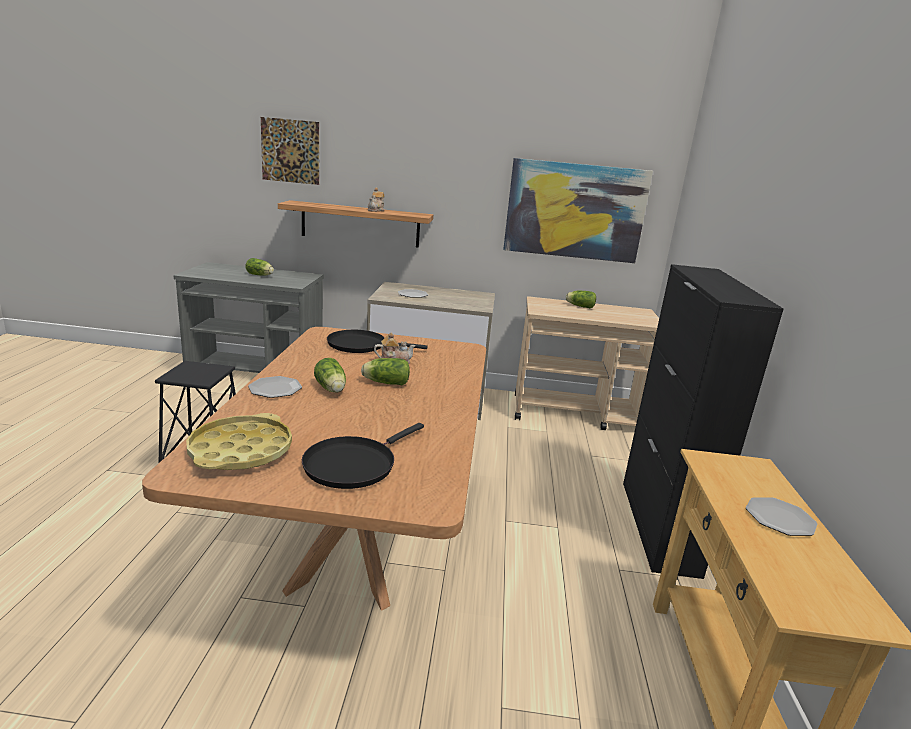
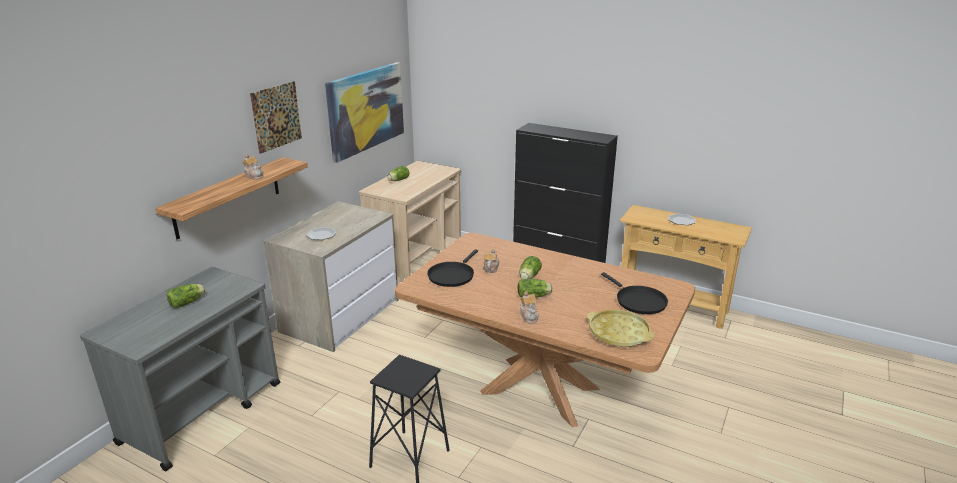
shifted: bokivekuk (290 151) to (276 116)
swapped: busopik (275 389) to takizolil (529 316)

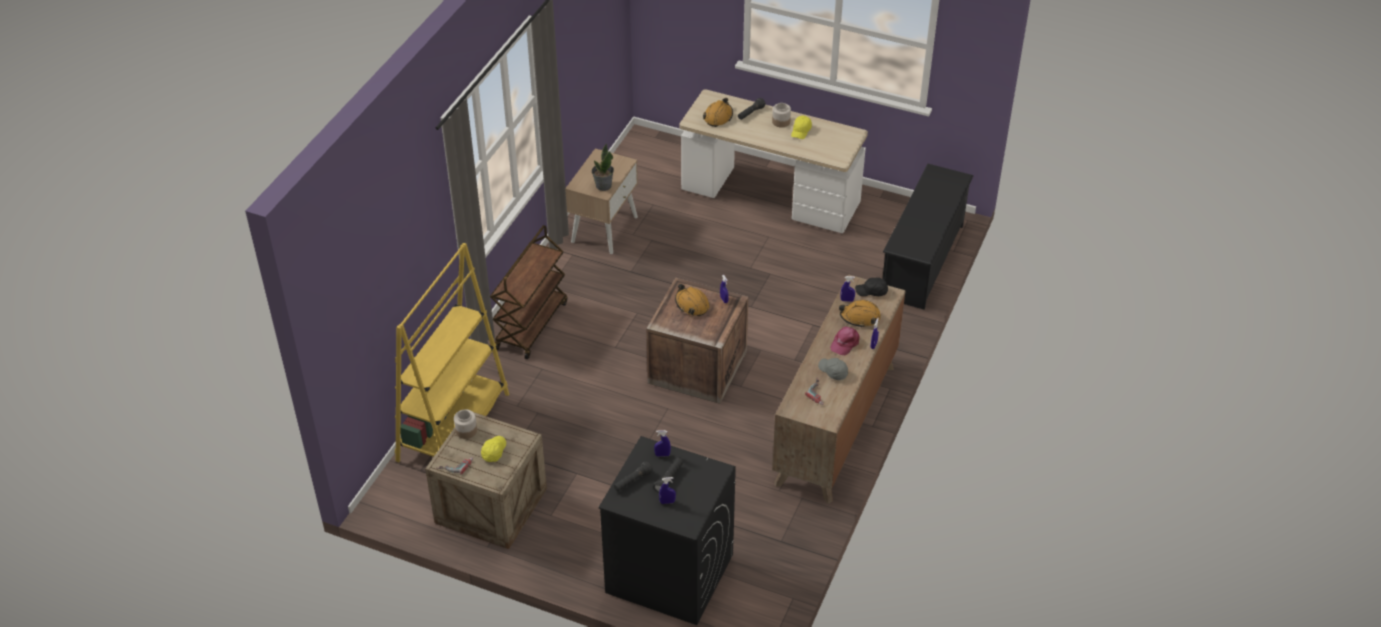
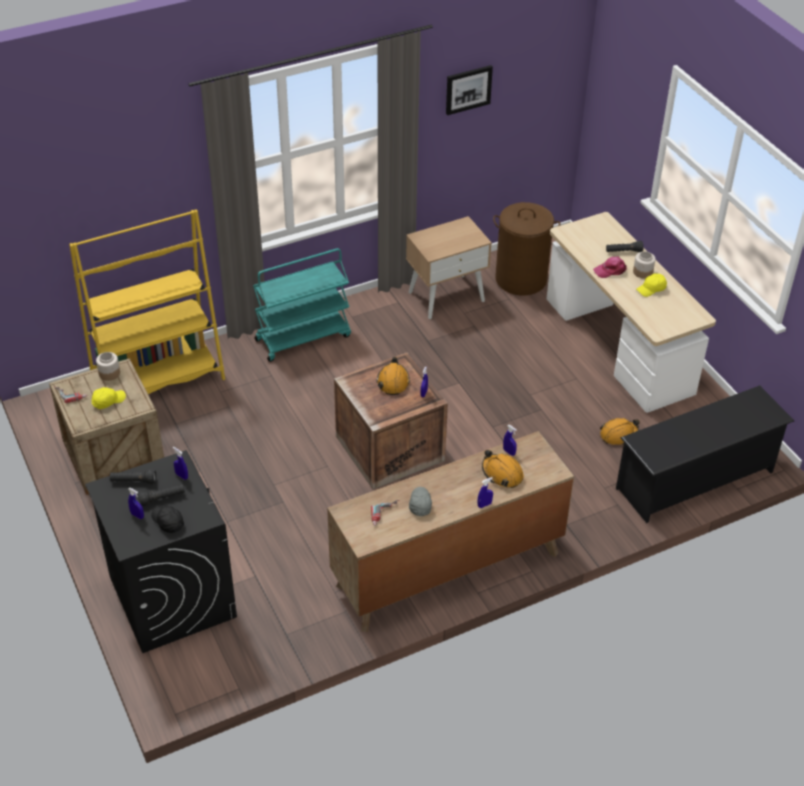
gone: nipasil (603 185)
new: bokivekuk (468 89); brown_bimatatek (521 279)
shifted: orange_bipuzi (718 117) to (618 435); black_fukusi (871 291) to (167 522); pink_fukusi (845 343) to (610 270)
repainted: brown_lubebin (531 325) to turquoise_lubebin (303 337)

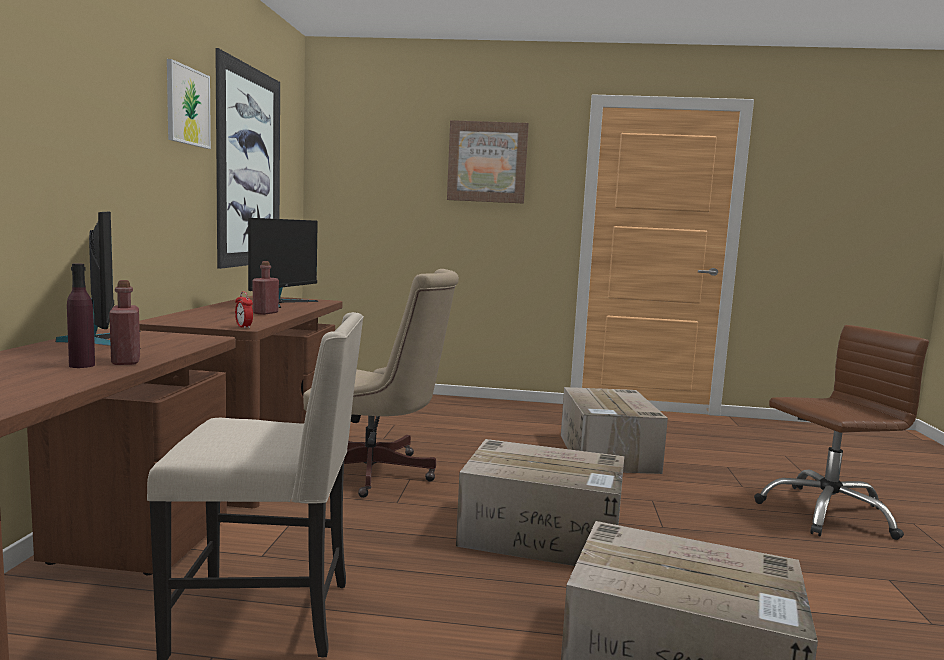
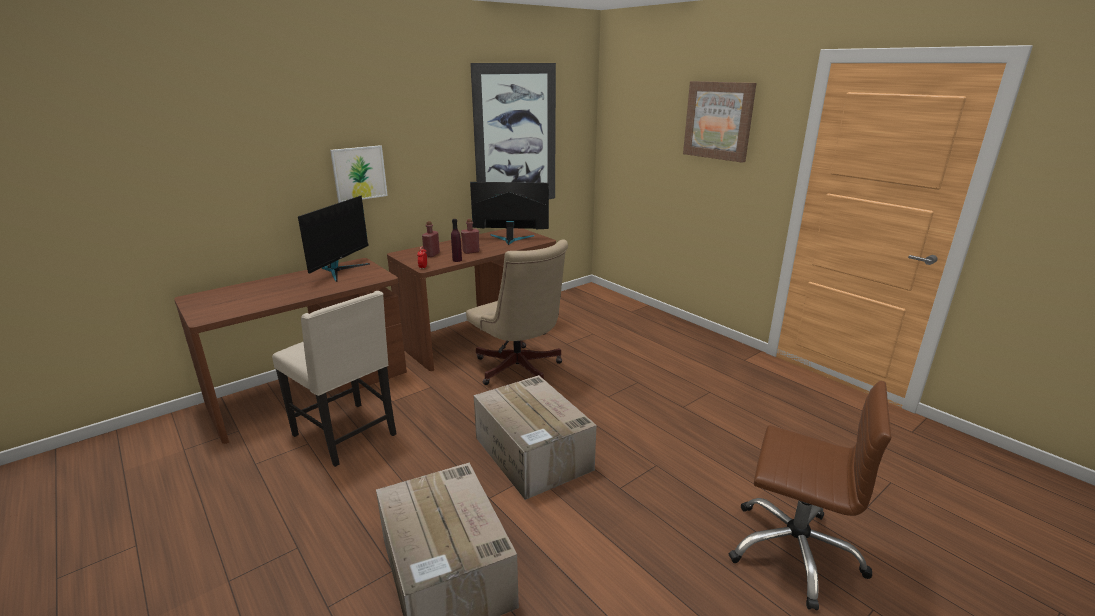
gone: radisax (608 453)
shifted: bokivekuk (187 106) to (359 173); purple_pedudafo (82 365) to (457 260); red_pedudafo (126 361) to (432 254)
rotated: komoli (282 303) = (510 239) 150 degrees counterclockwise

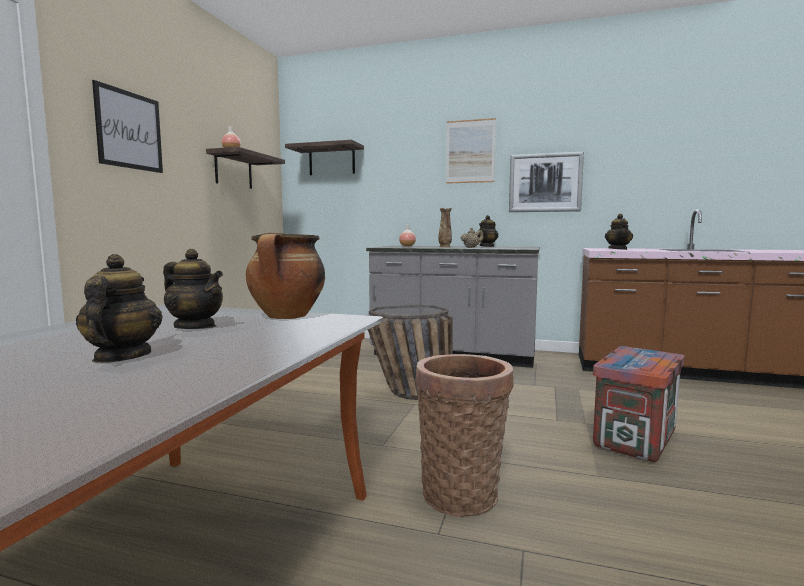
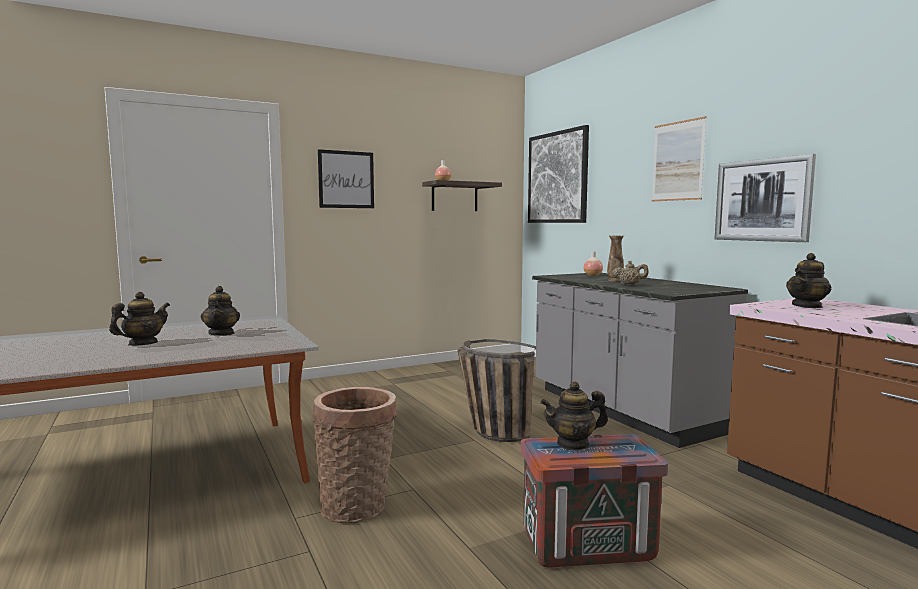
gone: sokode (287 317)
shifted: takizolil (487 246) to (573 444)
swapped: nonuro (332 160) to bokivekuk (557 177)

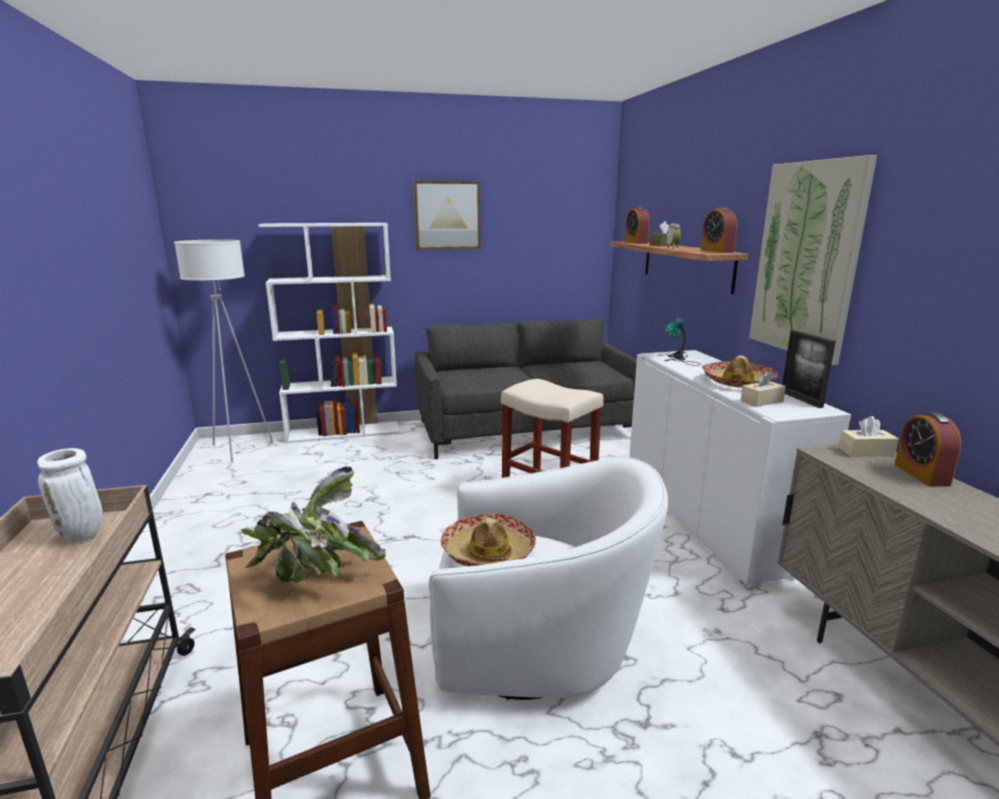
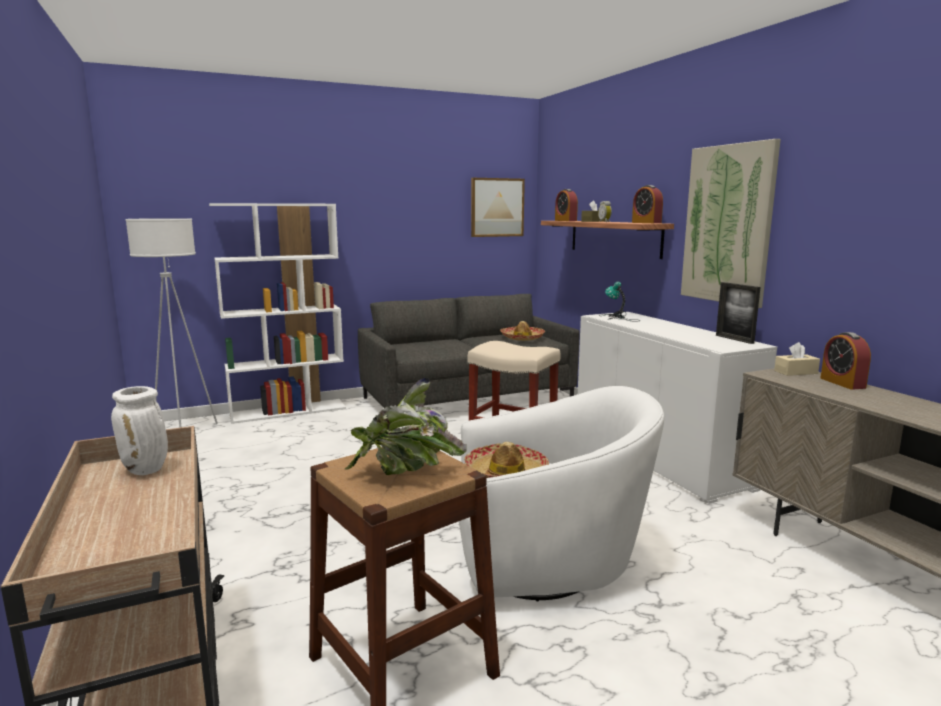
gone: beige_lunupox (761 401)
shifted: bokivekuk (447 215) to (497 207); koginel (737 382) to (522 338)

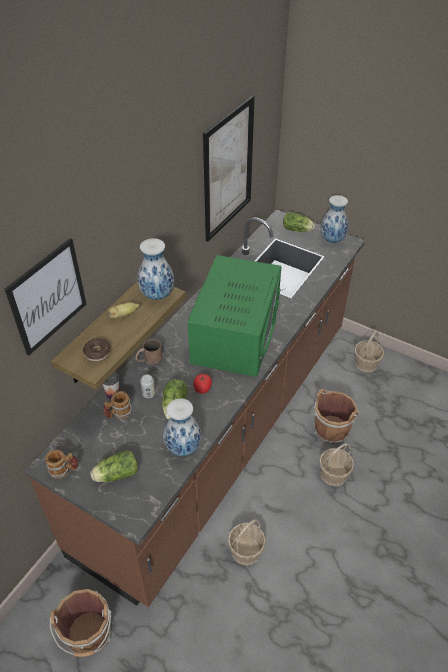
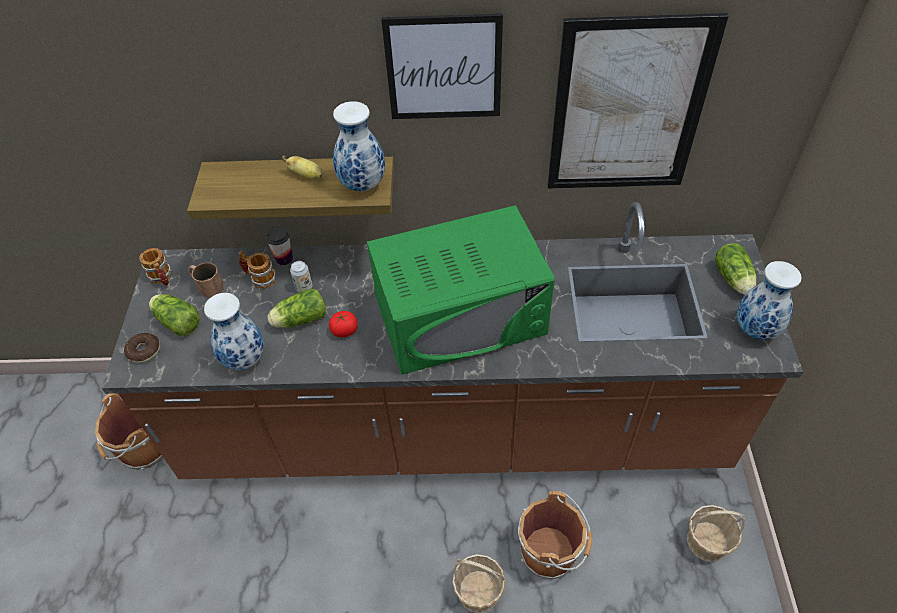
gone: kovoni (246 550)
shifted: bokivekuk (48 296) to (444 68); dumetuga (97 353) to (144 351); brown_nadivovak (149 359) to (206 285)

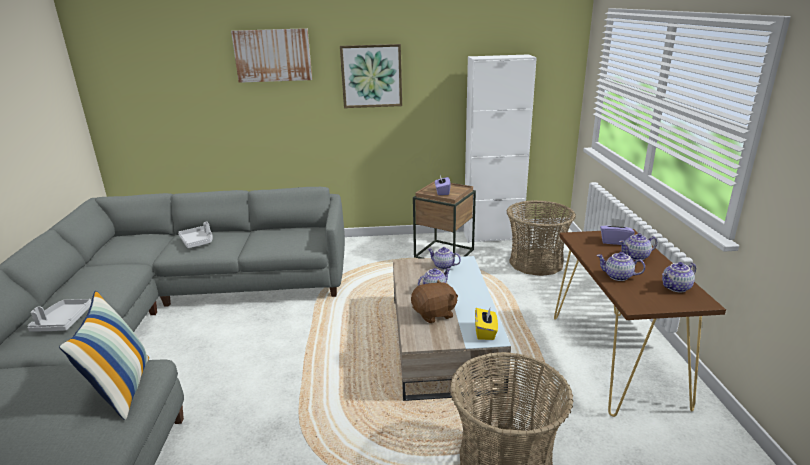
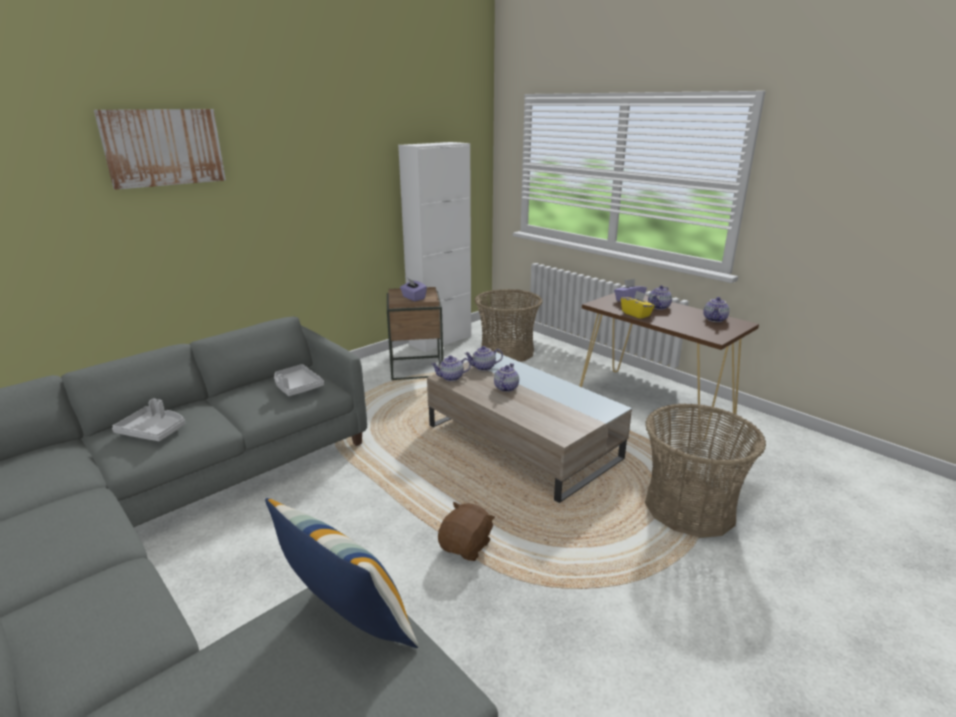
gone: bokivekuk (371 76)
shifted: takizolil (617 276) to (451 378); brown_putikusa (434 314) to (466 546); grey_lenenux (63 321) to (297 387); yellow_lunupox (485 332) to (636 314)

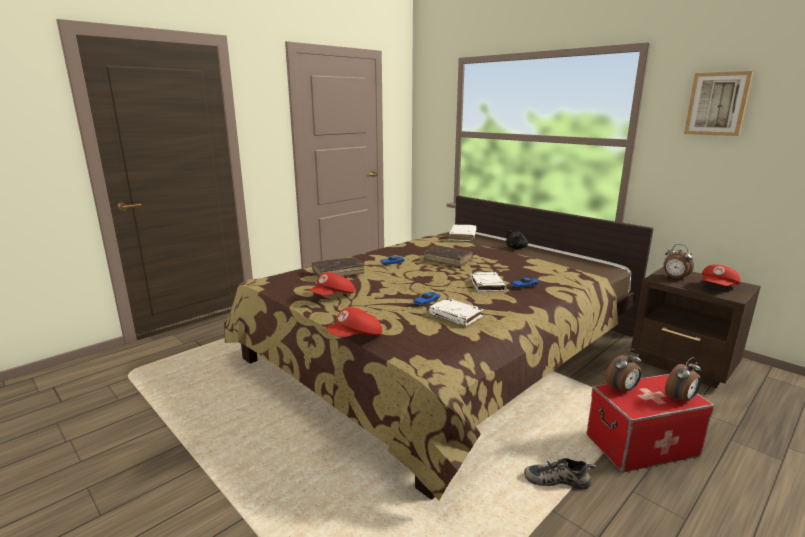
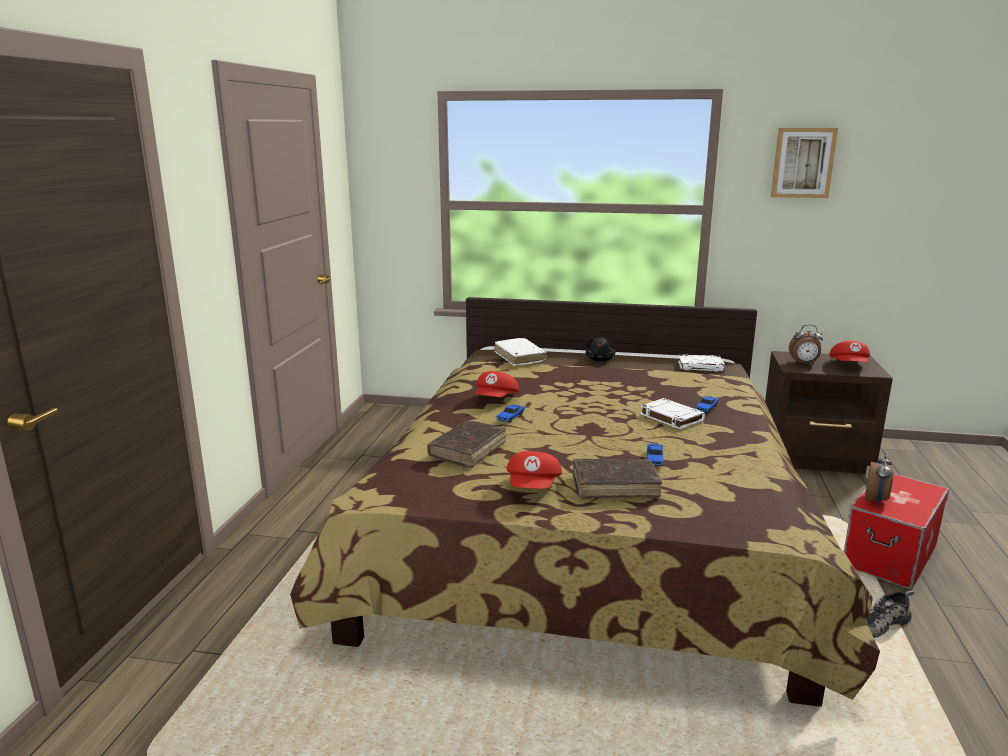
gone: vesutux (680 399)
shifted: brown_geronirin (448 260) to (615 486); white_geronirin (456 315) to (701 366); red_fukusi (356 337) to (496 399)

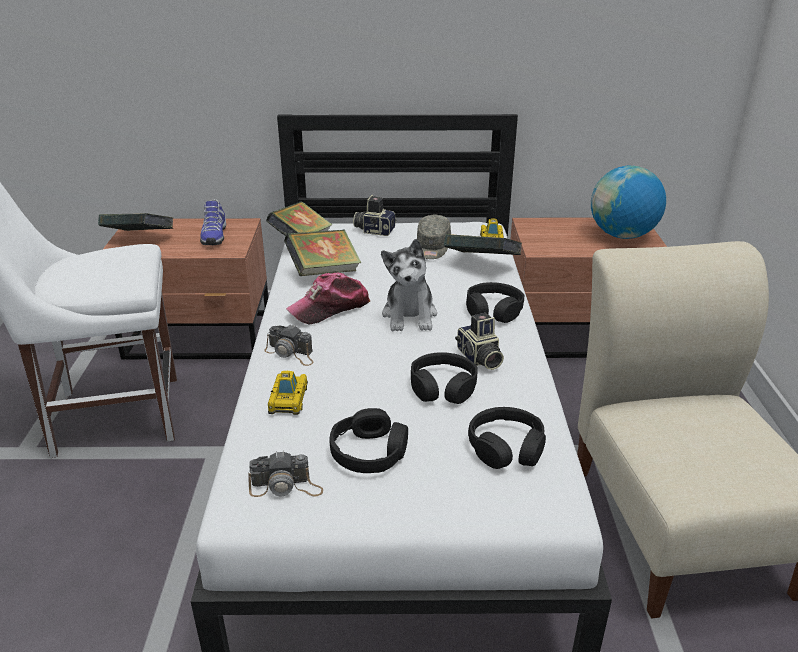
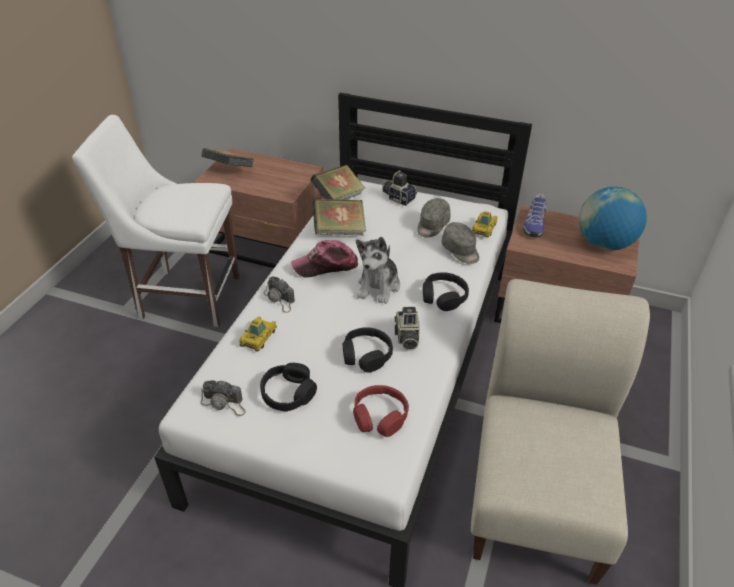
shifted: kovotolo (213 236) to (533 225)
swapped: geronirin (481 264) to grey_fukusi (460 250)
repainted: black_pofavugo (506 447) to red_pofavugo (380 416)

